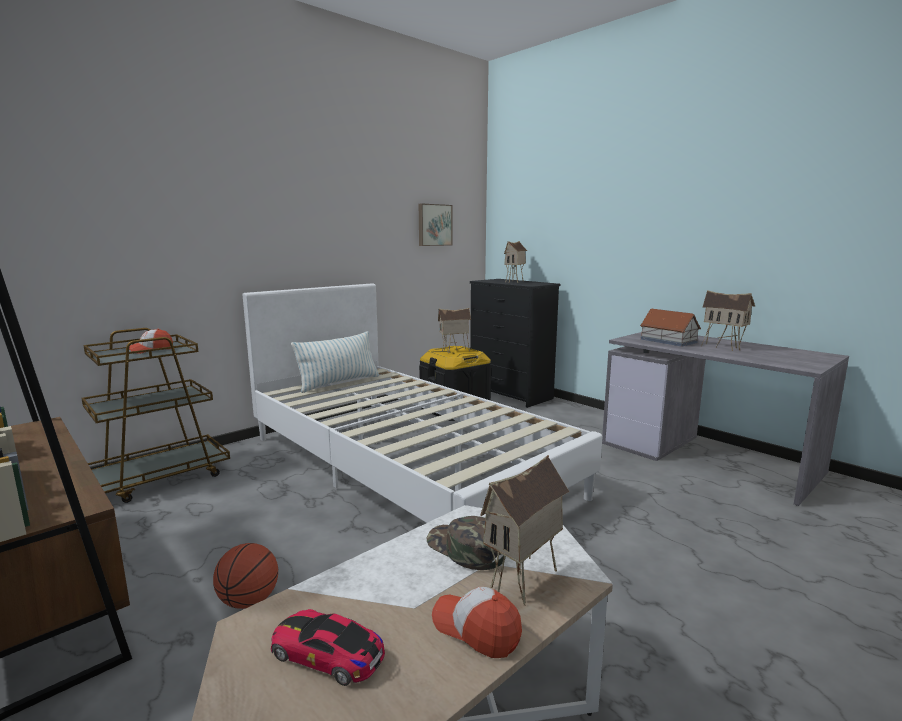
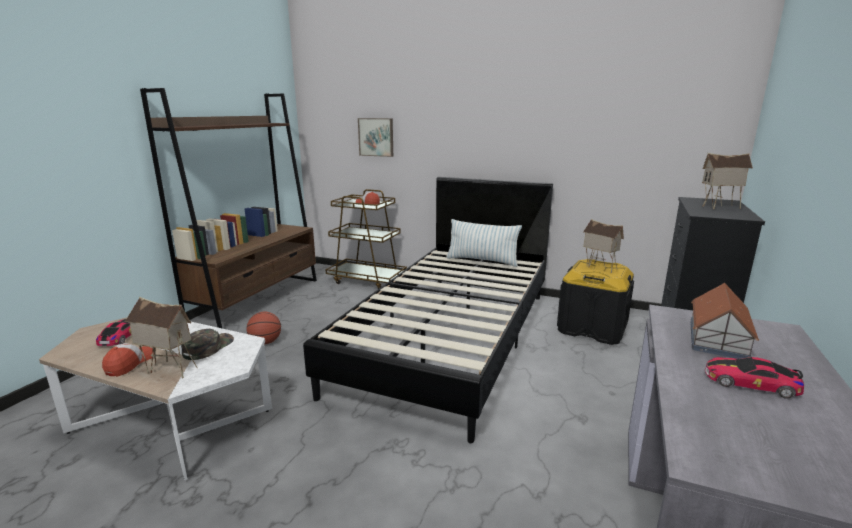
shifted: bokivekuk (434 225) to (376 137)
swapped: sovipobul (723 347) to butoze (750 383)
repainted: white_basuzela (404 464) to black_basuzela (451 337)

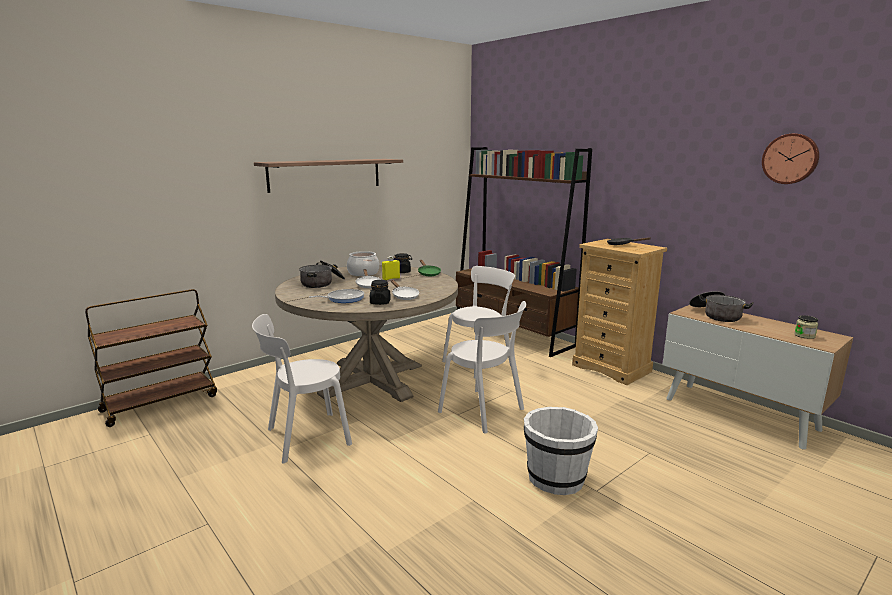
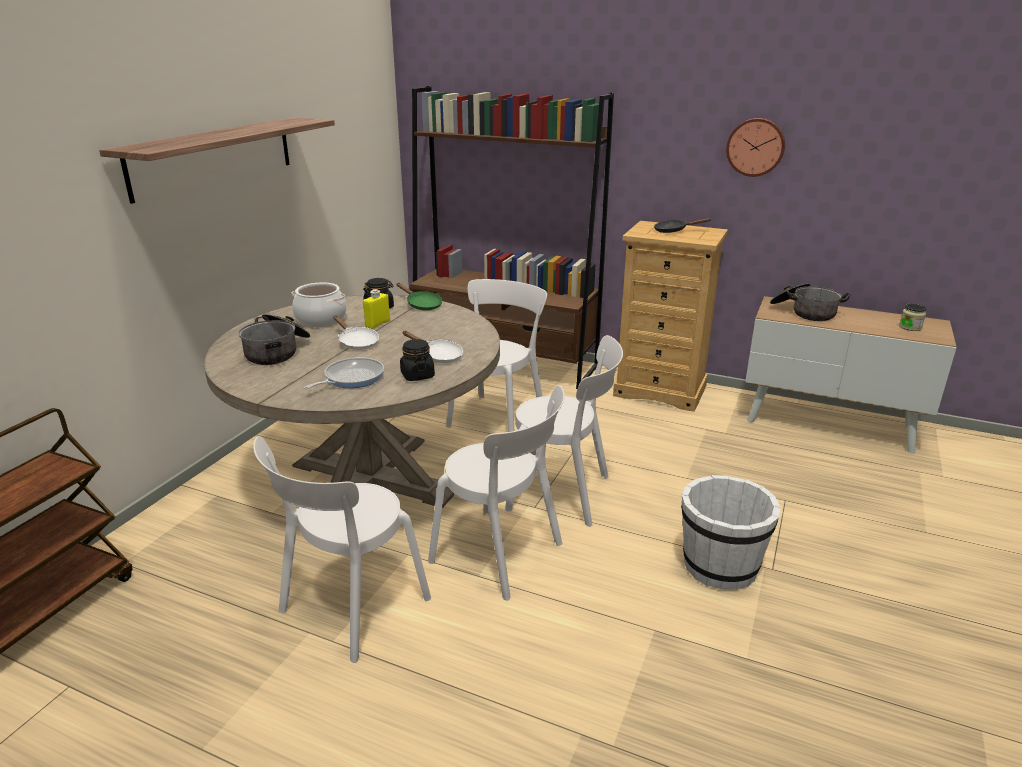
new: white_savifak (501 555)
shifted: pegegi (790 159) to (755 147)

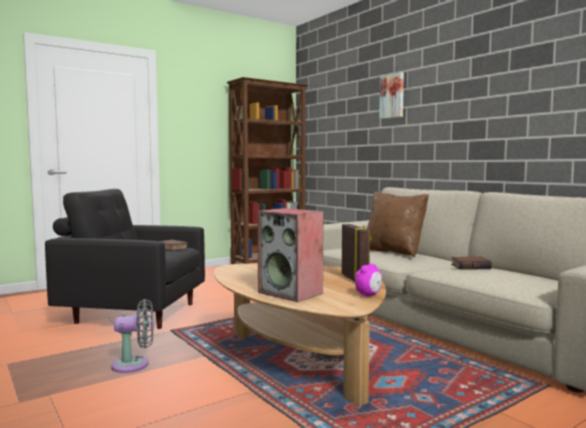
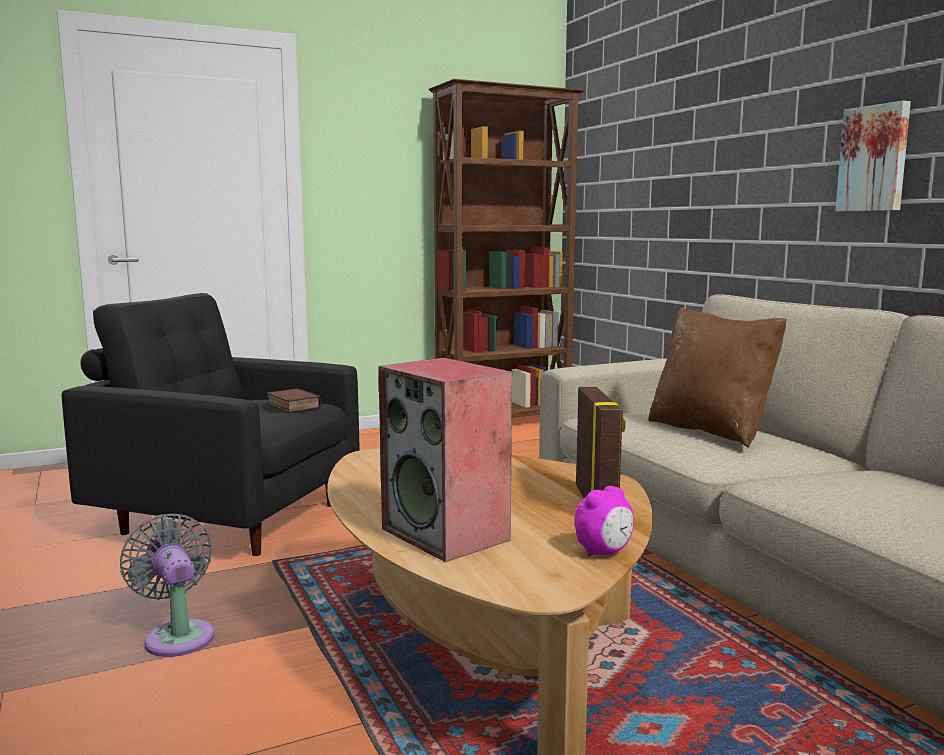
gone: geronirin (470 266)
shifted: bokivekuk (392 96) to (874 158)
rotated: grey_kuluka (134 364) = (178 635) 120 degrees counterclockwise

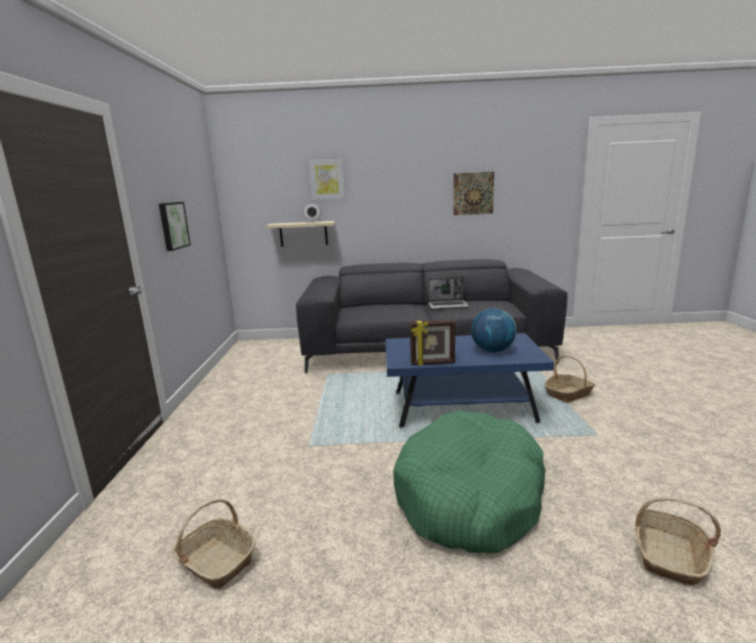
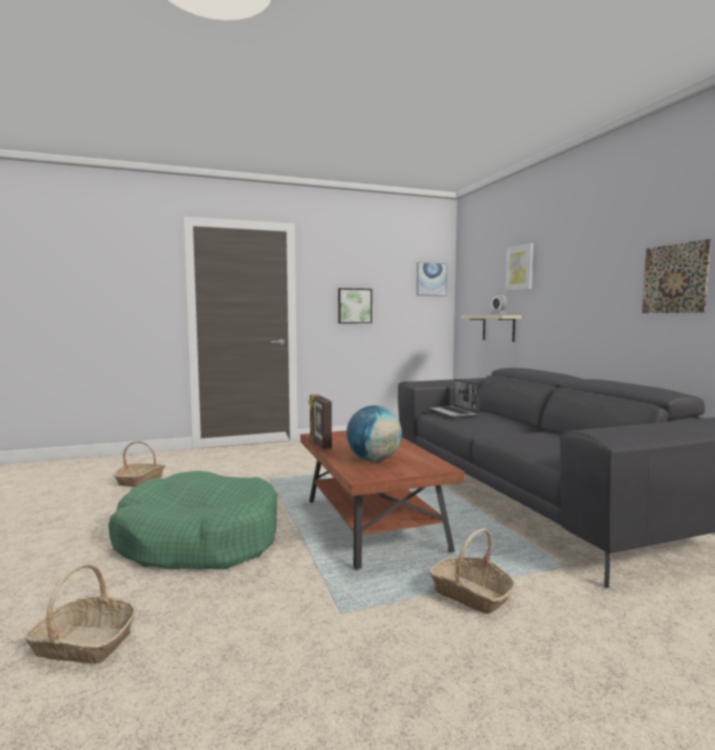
new: bokivekuk (431 279)
shifted: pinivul (448 305) to (454 413)
repainted: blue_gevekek (462 407) to brown_gevekek (372 525)

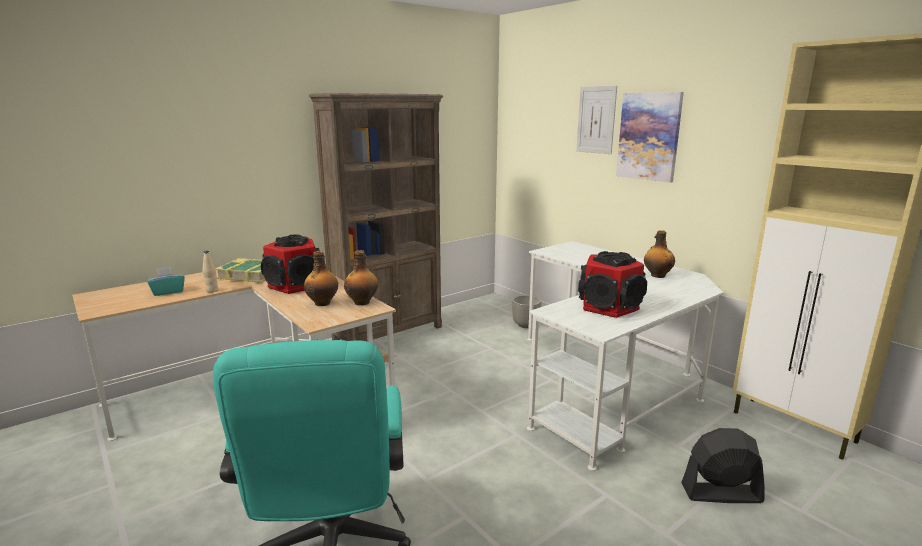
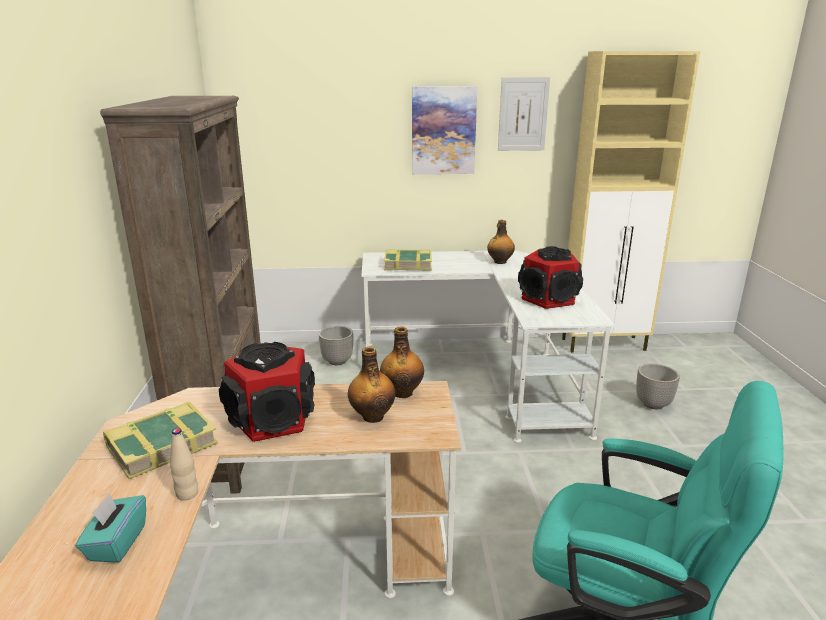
new: geronirin (408 264)
shifted: bokivekuk (596 120) to (523 114)
swapped: black_kuluka (721 493) to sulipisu (653 404)

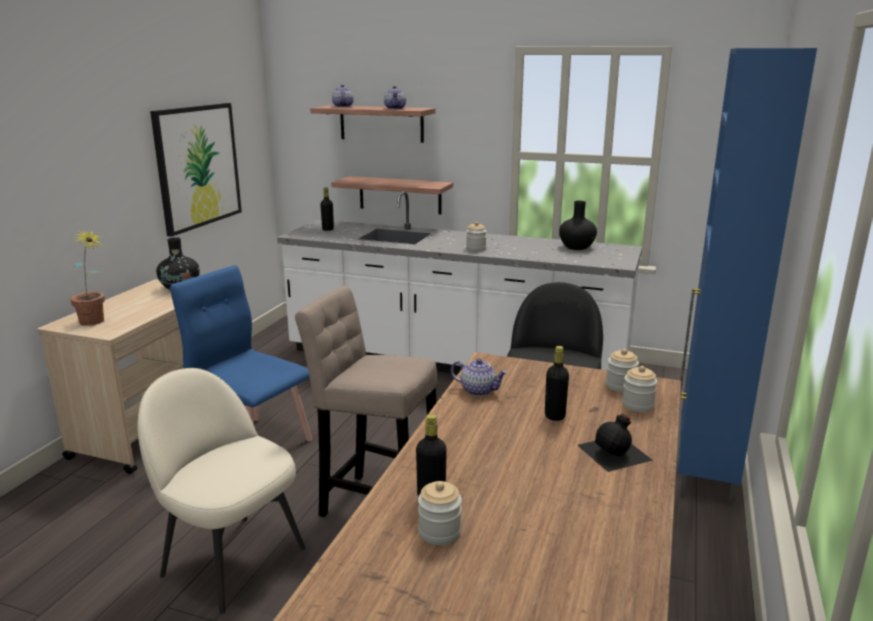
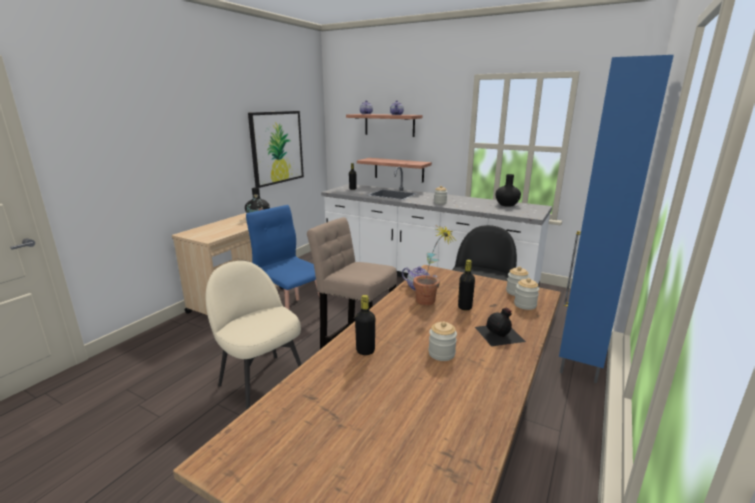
shifted: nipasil (95 323) to (430 303); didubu (439 532) to (441 353)

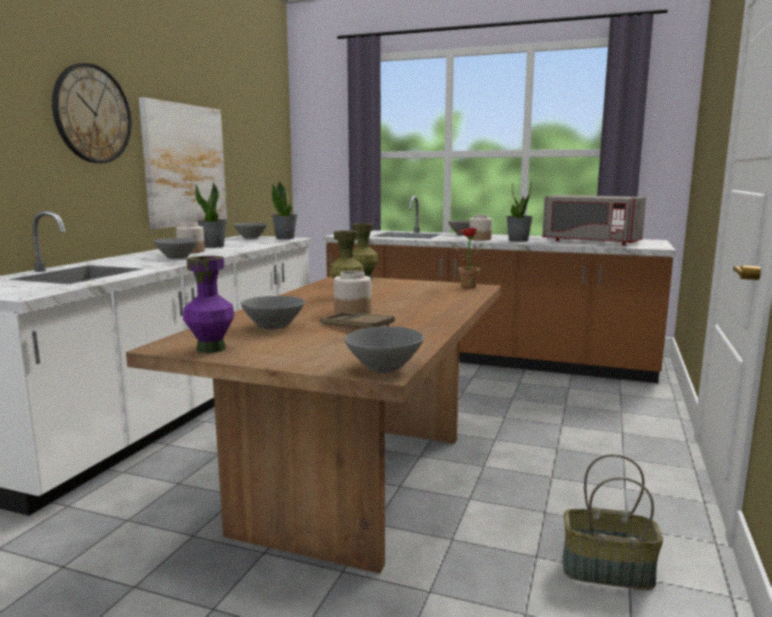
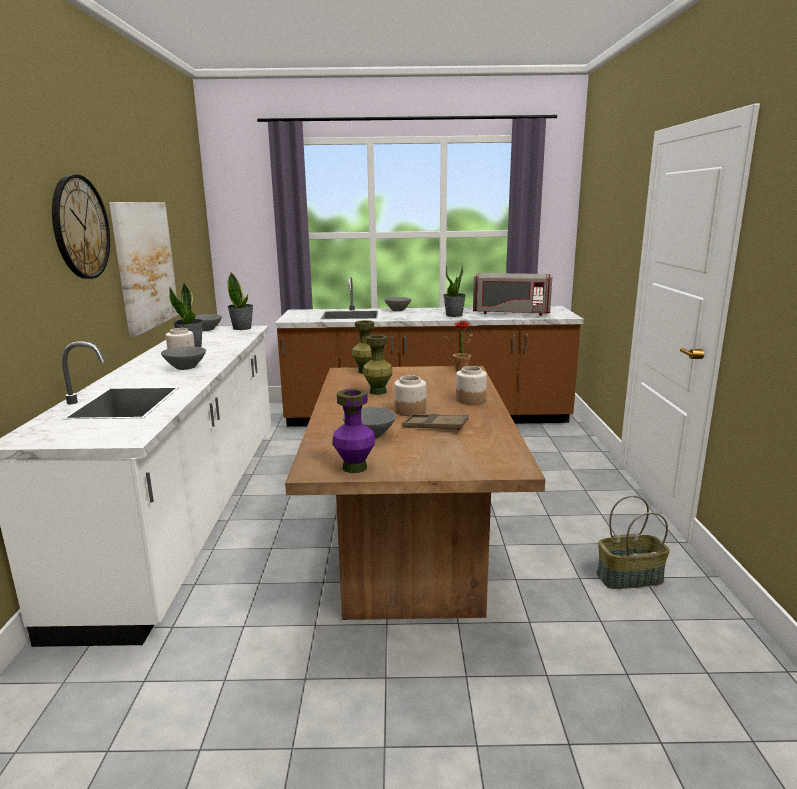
gone: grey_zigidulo (383 368)
shifted: didubu (480 239) to (471 400)

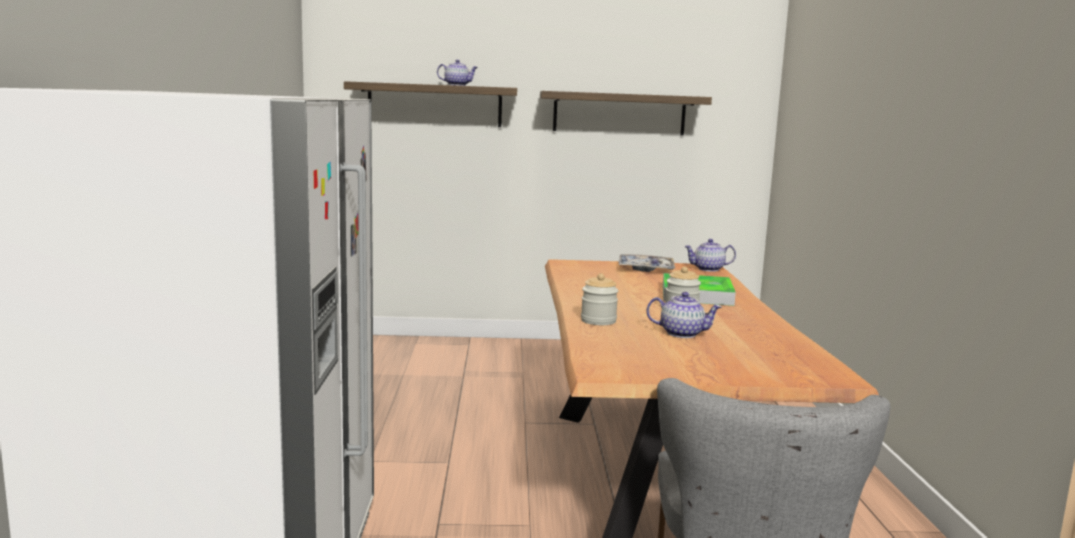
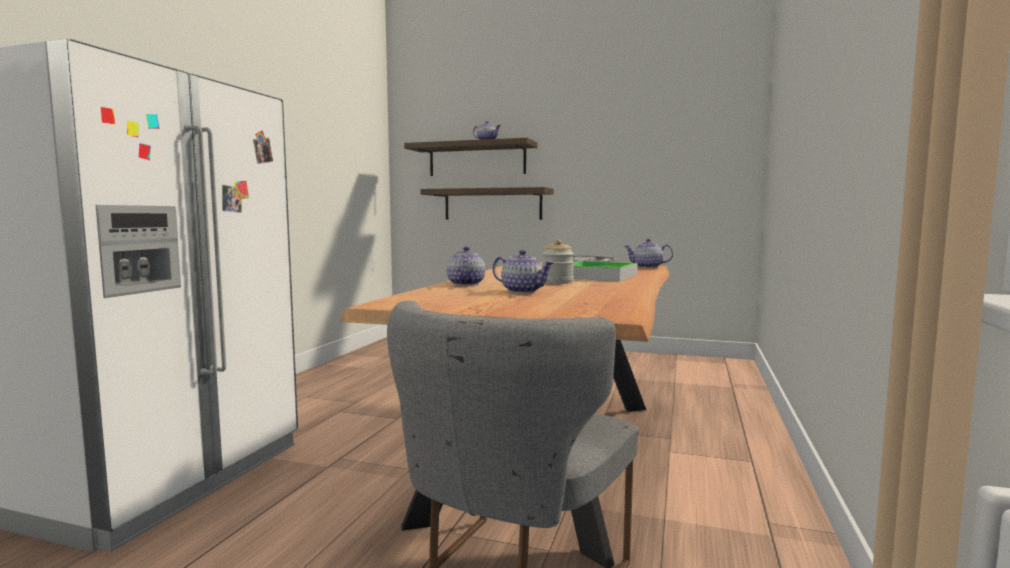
shifted: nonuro (619 113) to (492 204)
swapped: didubu (598 321) to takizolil (465 284)

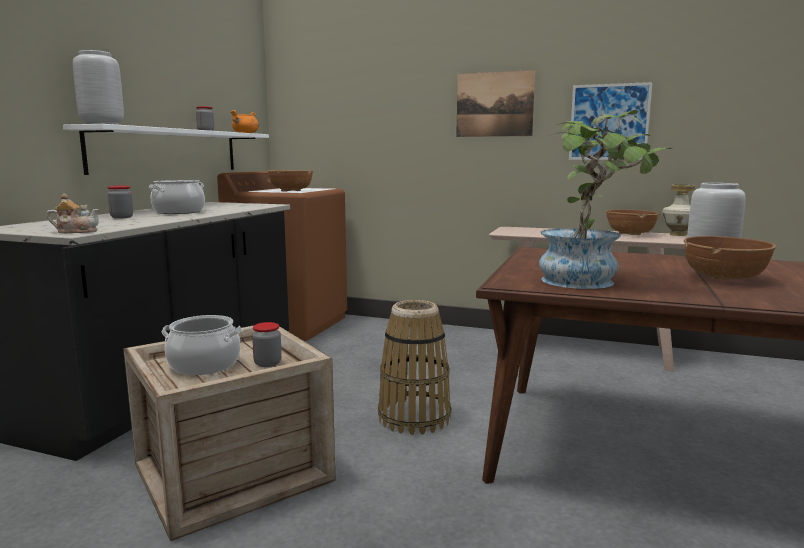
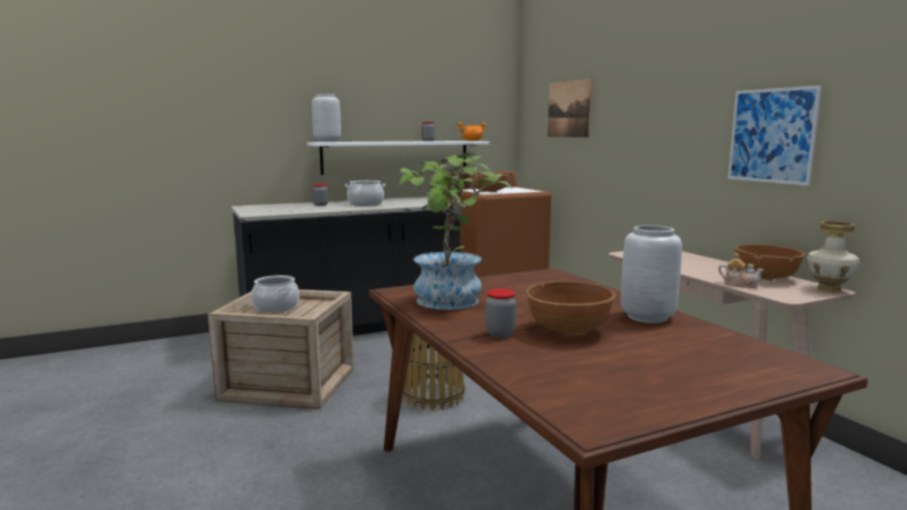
shifted: bokivekuk (494 104) to (569 109); takizolil (76 231) to (739 284); didubu (267 363) to (500 334)

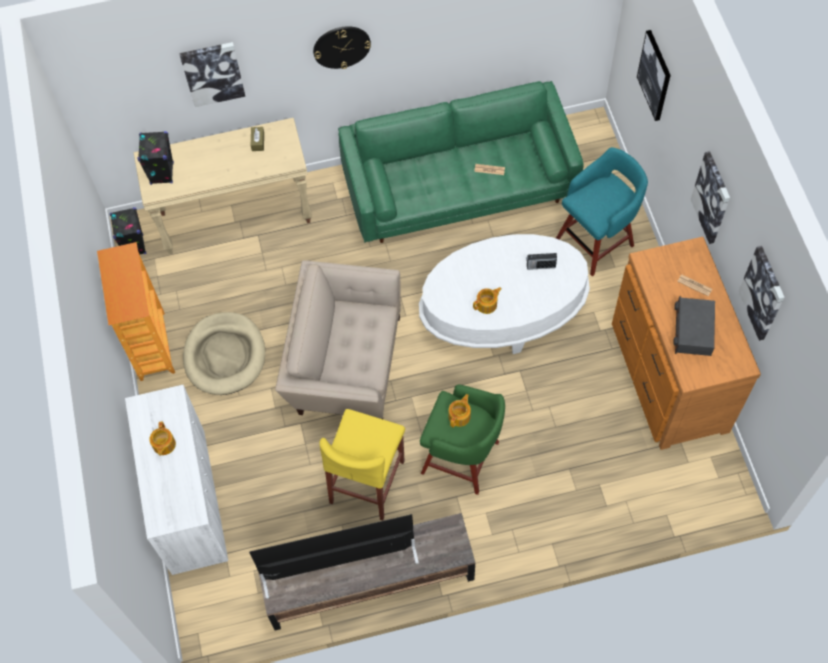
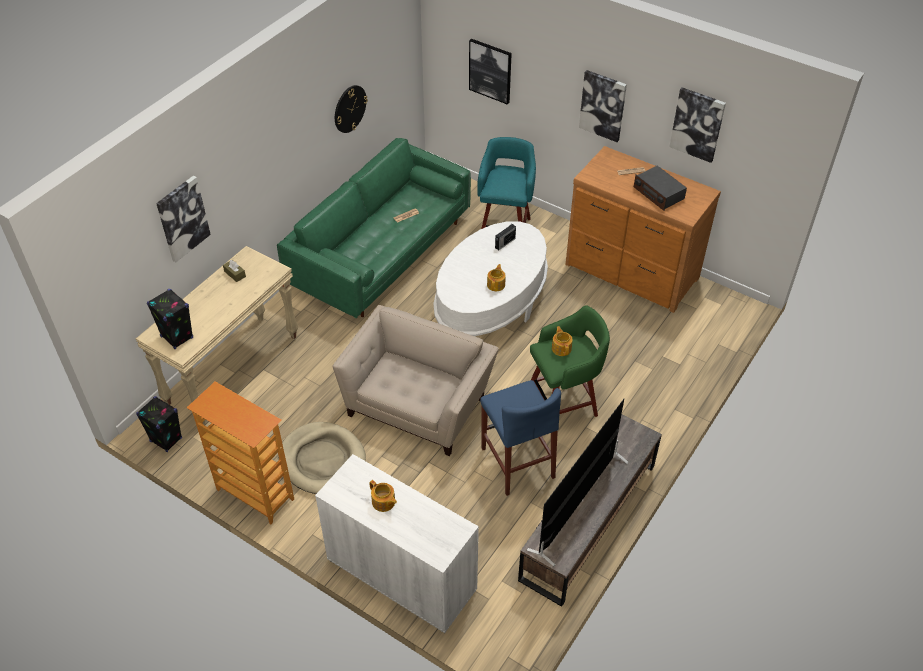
shifted: pegegi (341 46) to (349 108)
repainted: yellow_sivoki (367 481) to blue_sivoki (517 462)
rotated: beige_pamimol (345 363) = (419 404) 150 degrees clockwise

